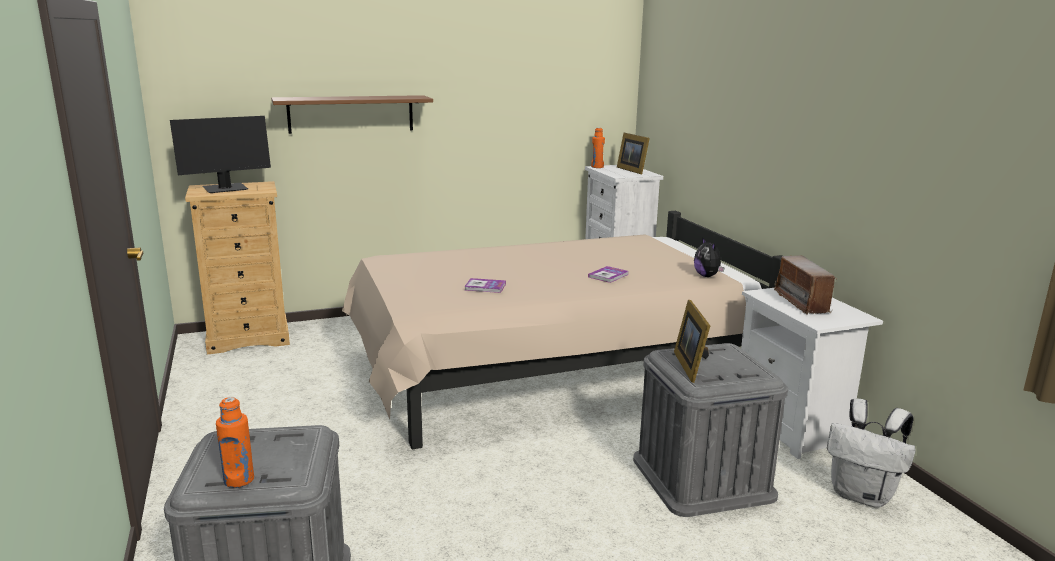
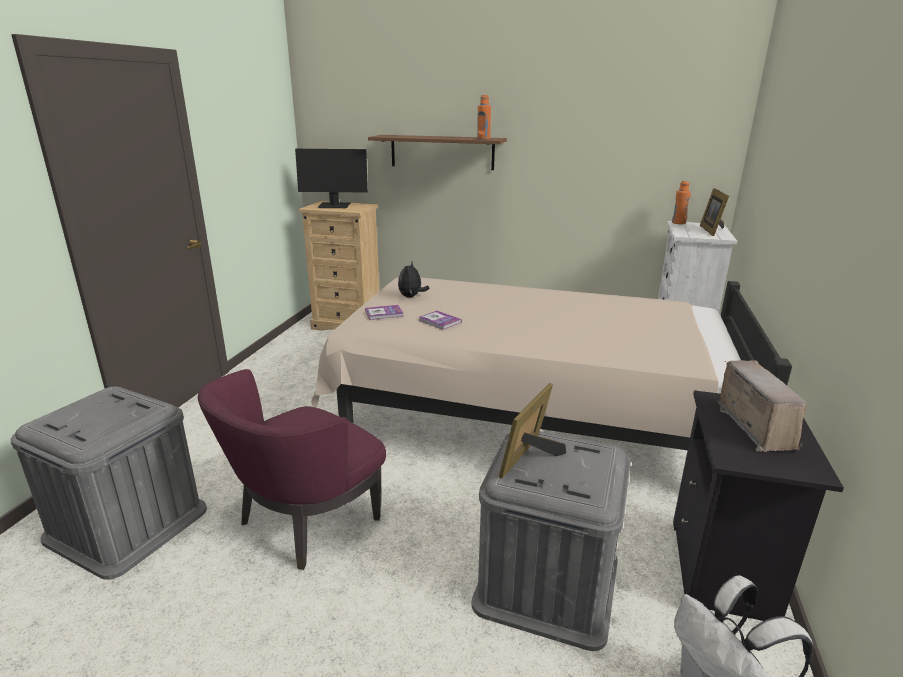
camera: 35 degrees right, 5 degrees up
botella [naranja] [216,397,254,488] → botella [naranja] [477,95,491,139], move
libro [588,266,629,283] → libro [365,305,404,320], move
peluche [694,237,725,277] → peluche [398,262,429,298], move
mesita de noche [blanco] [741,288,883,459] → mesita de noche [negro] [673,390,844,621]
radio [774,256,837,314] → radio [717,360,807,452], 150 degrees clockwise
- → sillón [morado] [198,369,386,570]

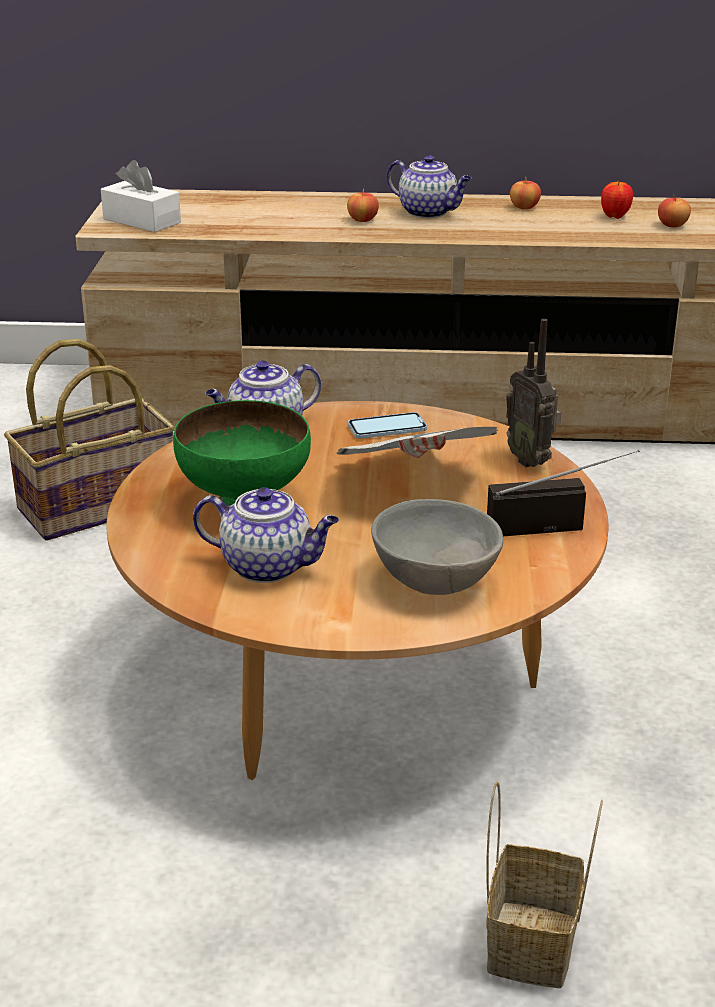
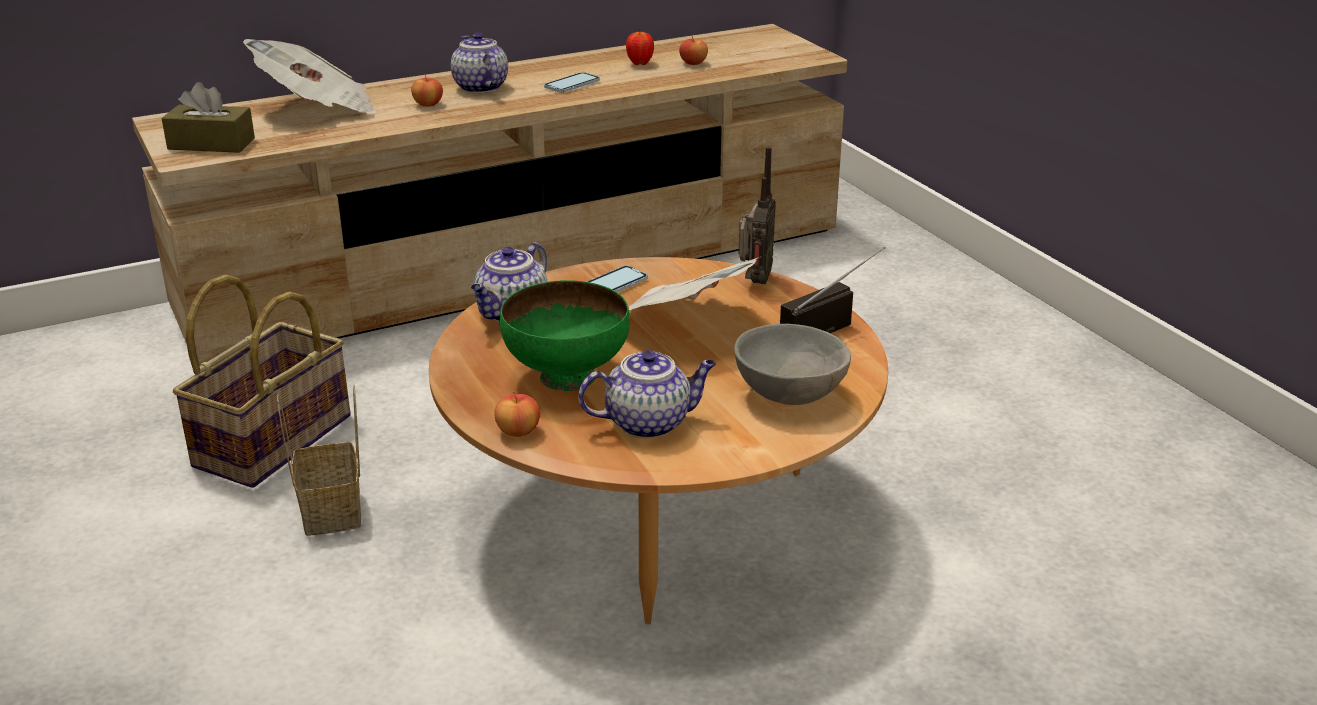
camera: 30 degrees left, 0 degrees up
caja de pañuelos [blanco] [101,160,181,232] → caja de pañuelos [marrón] [162,82,255,153]
tetera [387,155,472,218] → tetera [451,32,508,93], 120 degrees counterclockwise
cesta [486,781,603,988] → cesta [277,385,361,536], move
radio [506,319,561,467] → radio [739,147,776,284], 105 degrees counterclockwise
manzana [510,177,541,209] → manzana [494,392,540,437], move
- → periódico [243,39,377,114]
- → móvil [544,72,600,93]

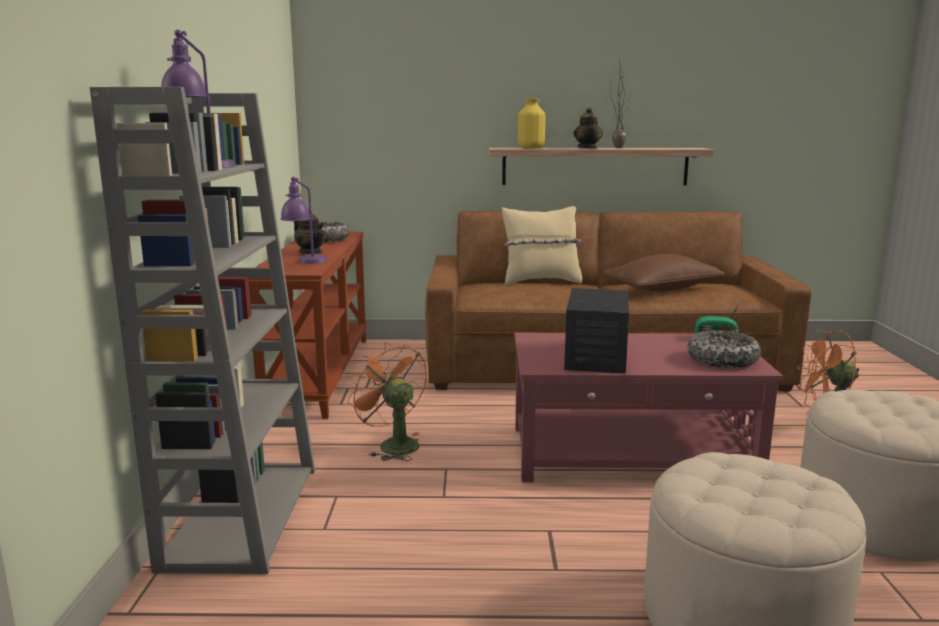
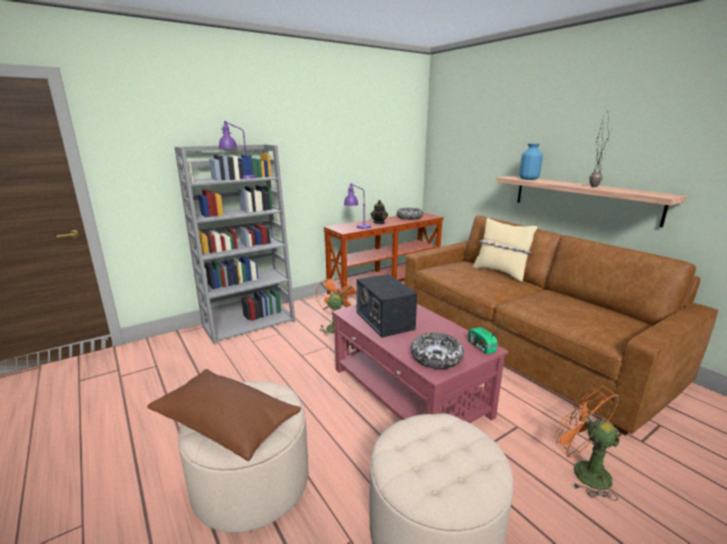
camera: 55 degrees right, 5 degrees up
florero [amarillo] [518,99,545,149] → florero [azul] [519,144,543,180]
radio [564,288,629,374] → radio [357,274,417,338], 90 degrees clockwise
tetera [573,107,603,149] → -
cojín [marrón] [602,254,725,292] → cojín [marrón] [147,369,301,461], move

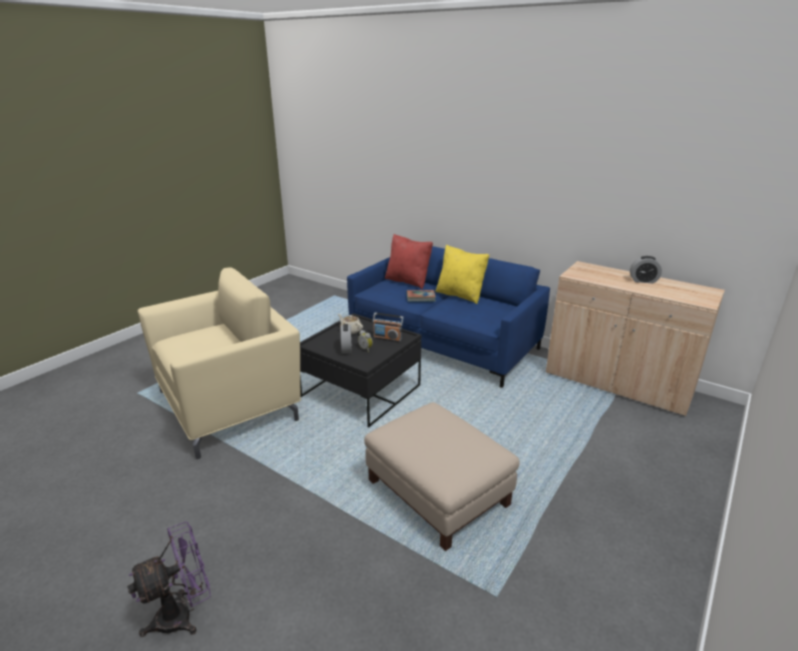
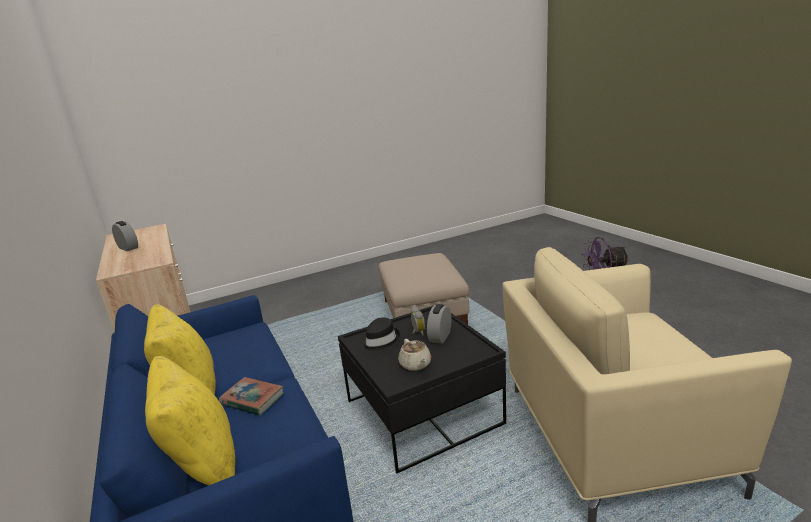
camera: 150 degrees left, 5 degrees down
radio [373,313,403,342] → sombrero [negro] [361,317,400,353]
cojín [rojo] [385,234,433,289] → cojín [amarillo] [145,356,235,486]

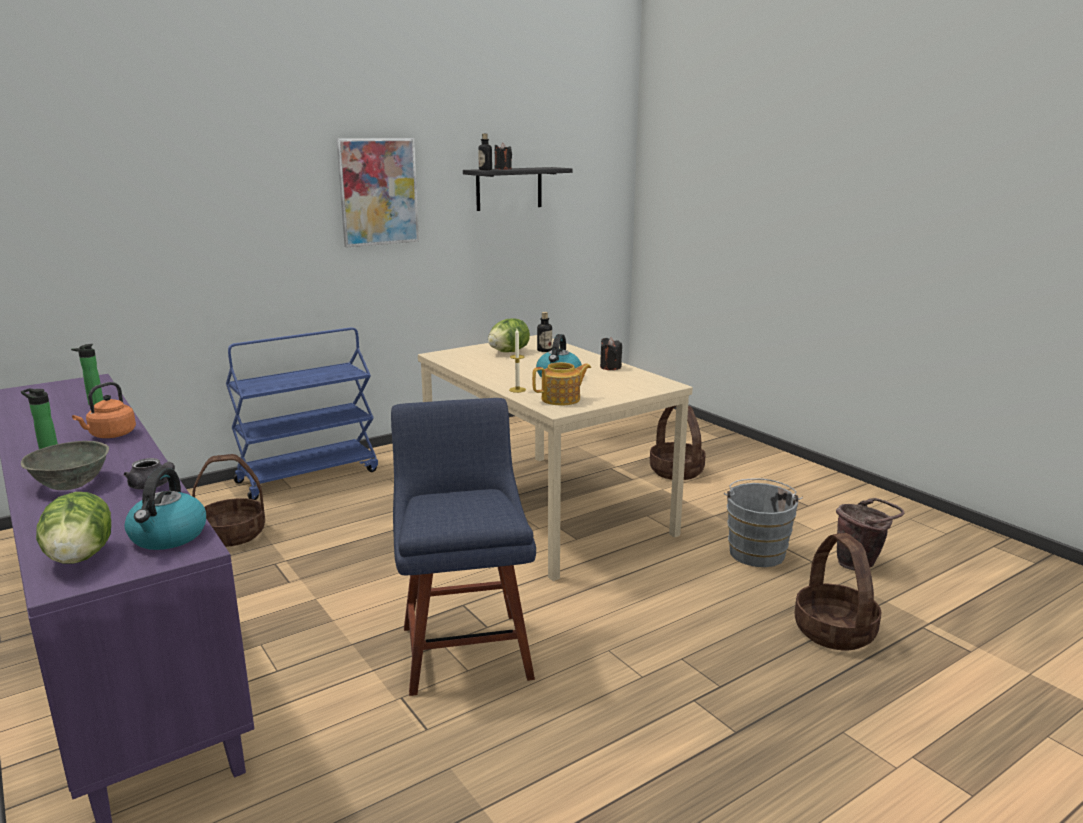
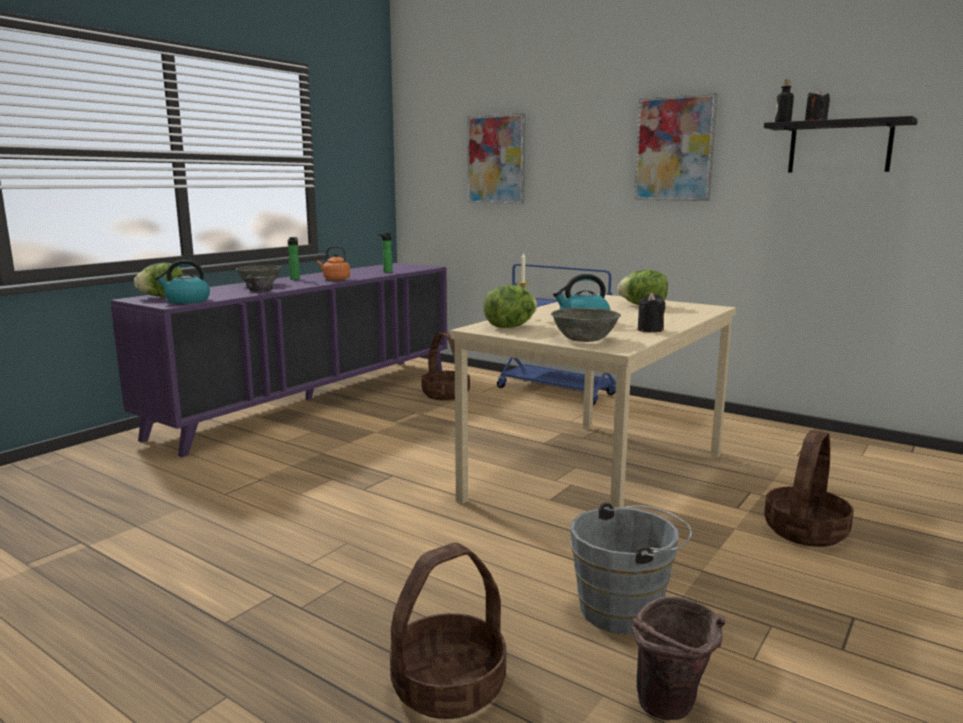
camera: 70 degrees right, 5 degrees down
silla [azul] [391,398,536,696] → -
tetera [532,362,591,406] → lechuga [483,285,537,328]
botella [537,312,552,352] → -
- → cuadro [467,113,525,204]
- → cuenco [gris] [551,308,621,342]

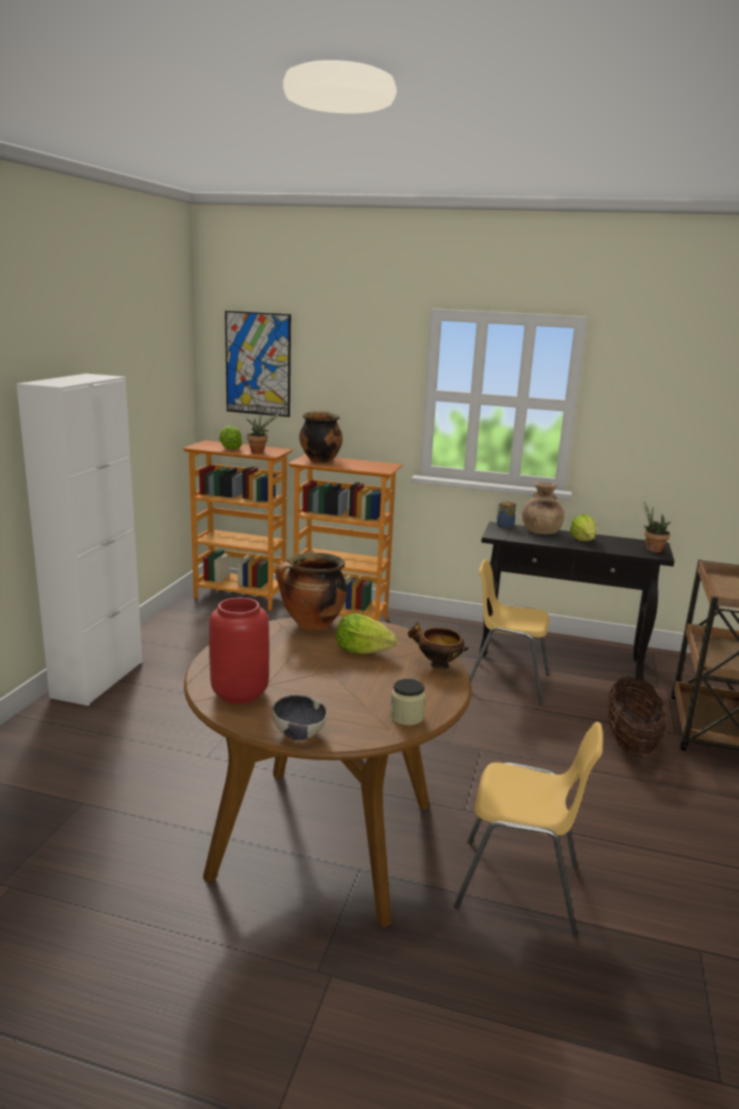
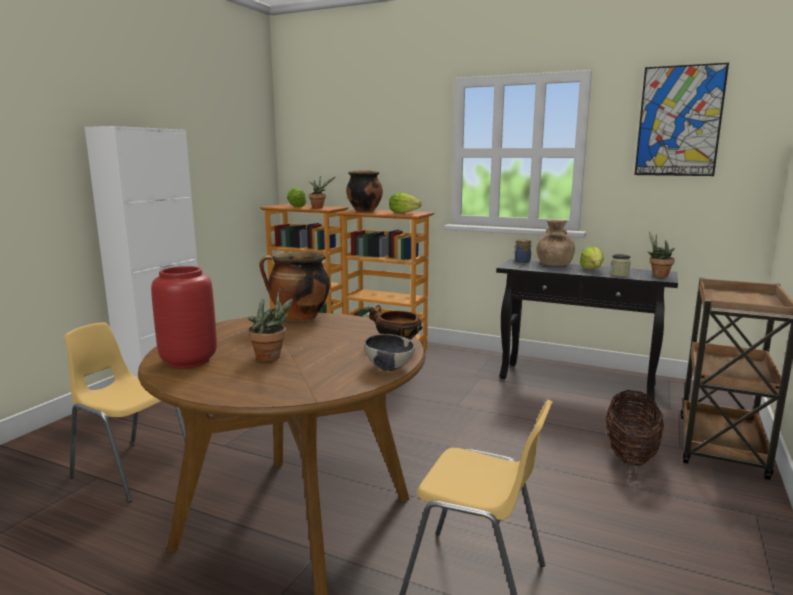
camera: 10 degrees right, 5 degrees down
cuadro [225,311,291,417] → cuadro [634,63,729,176], move
cuenco [272,695,328,740] → cuenco [364,334,415,371], move
lechuga [336,613,397,654] → lechuga [389,192,422,213], move
tarro [390,679,425,726] → tarro [610,254,631,277], move
silla [amarillo] [470,559,549,705] → silla [amarillo] [64,322,186,503], move
- → planta en maceta [248,291,293,362]

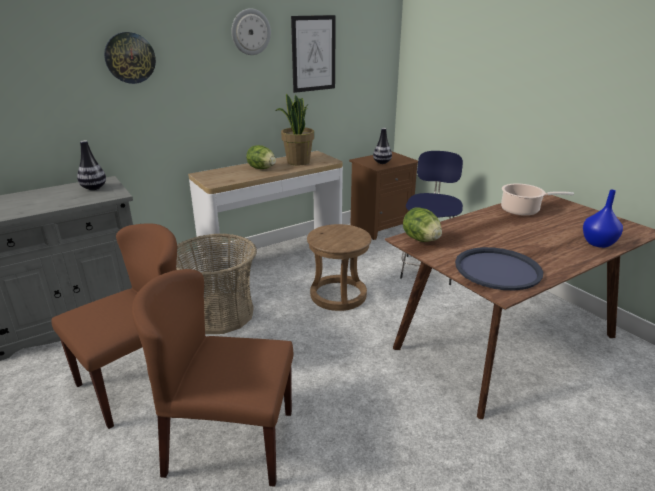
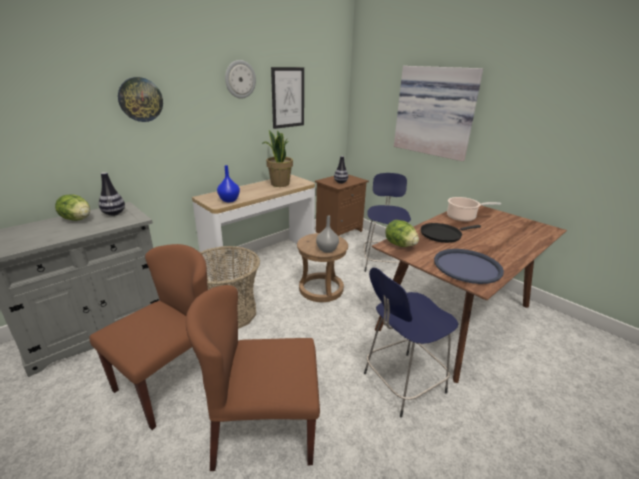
camera: 10 degrees left, 0 degrees up
lechuga [246,145,276,169] → lechuga [55,194,90,221], move
florero [azul] [583,190,623,248] → florero [azul] [217,165,240,202], move
- → florero [gris] [316,215,339,253]
- → taburete [azul] [364,267,459,418]
- → cuadro [394,66,483,161]
- → sartén [negro] [421,223,481,243]

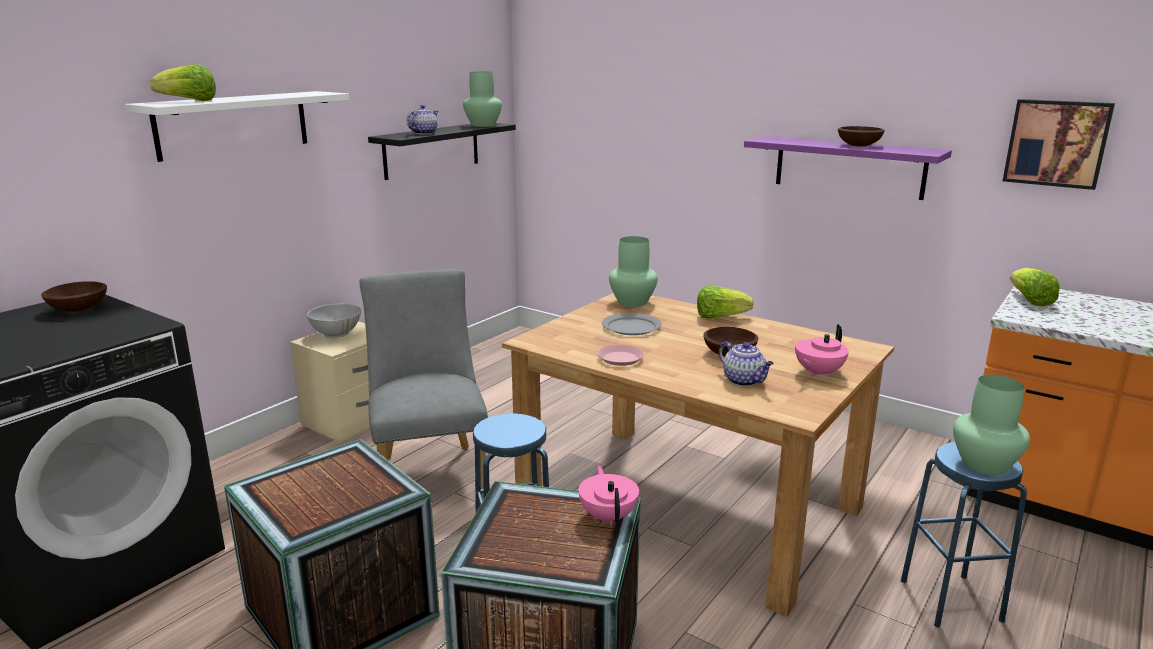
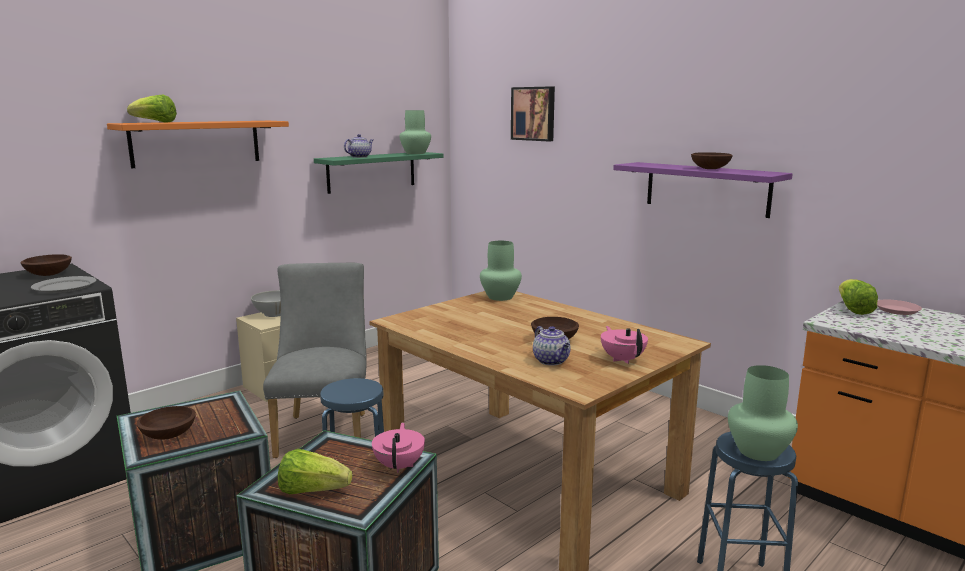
camera: 10 degrees right, 5 degrees down
estante [blanco] [125,91,349,162] → estante [naranja] [107,121,289,168]
estante [negro] [368,123,516,180] → estante [verde] [314,152,444,194]
plato [rosa] [597,345,644,366] → plato [rosa] [877,300,922,315], move
plato [gris] [602,313,662,335] → plato [gris] [31,276,96,293], move
lechuga [697,286,753,319] → lechuga [278,449,352,494], move
tetera [rosa] [795,324,849,377] → tetera [rosa] [601,326,648,364], 105 degrees clockwise
cuadro [1003,99,1115,190] → cuadro [511,86,555,141], move
- → cuenco [marrón] [136,406,196,440]

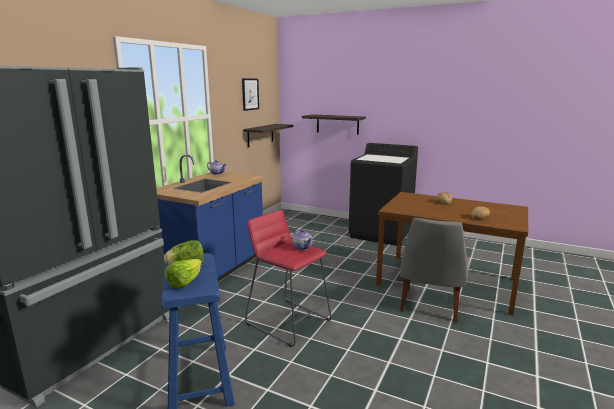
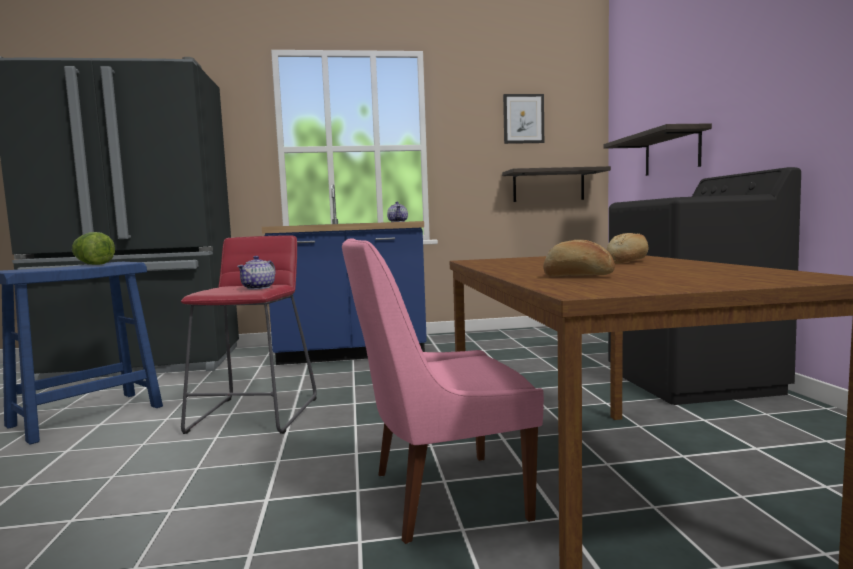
camera: 55 degrees right, 10 degrees down
lechuga [165,259,202,288] → -
silla [gris] [400,218,469,322] → silla [rosa] [342,238,544,544]

